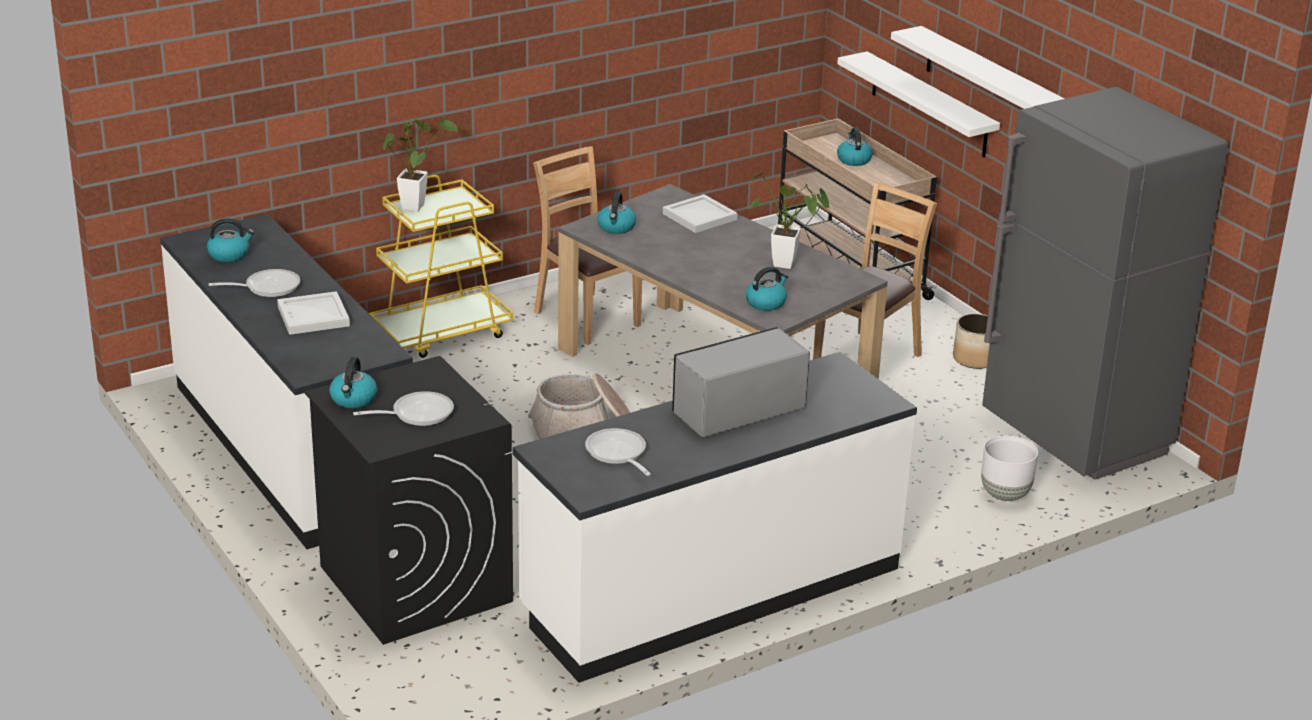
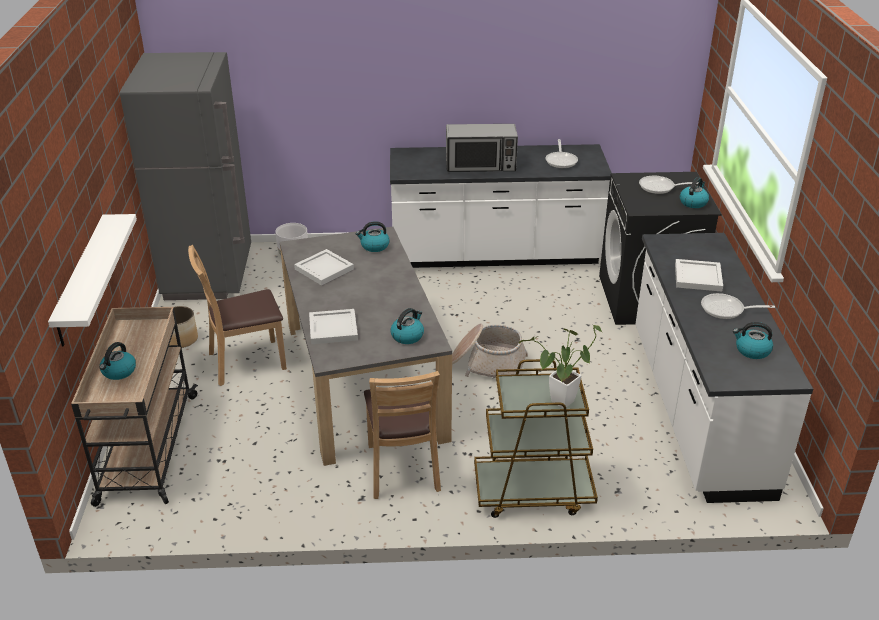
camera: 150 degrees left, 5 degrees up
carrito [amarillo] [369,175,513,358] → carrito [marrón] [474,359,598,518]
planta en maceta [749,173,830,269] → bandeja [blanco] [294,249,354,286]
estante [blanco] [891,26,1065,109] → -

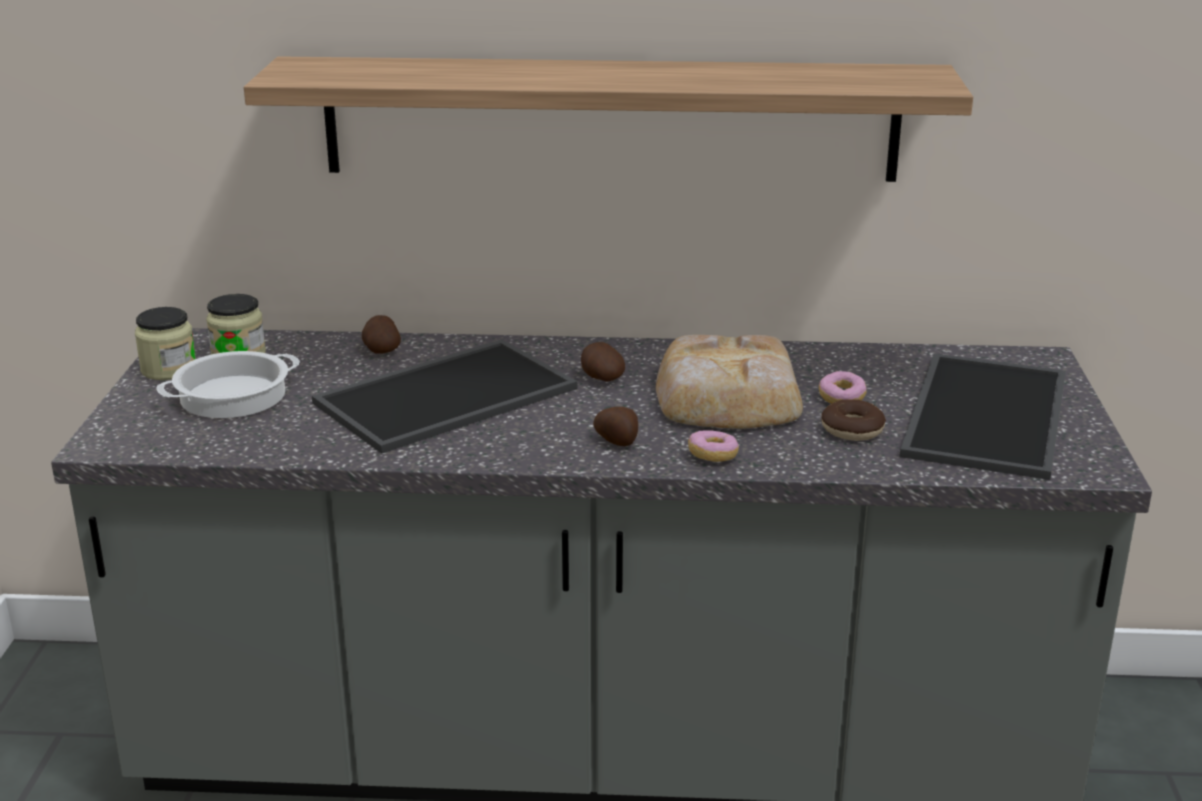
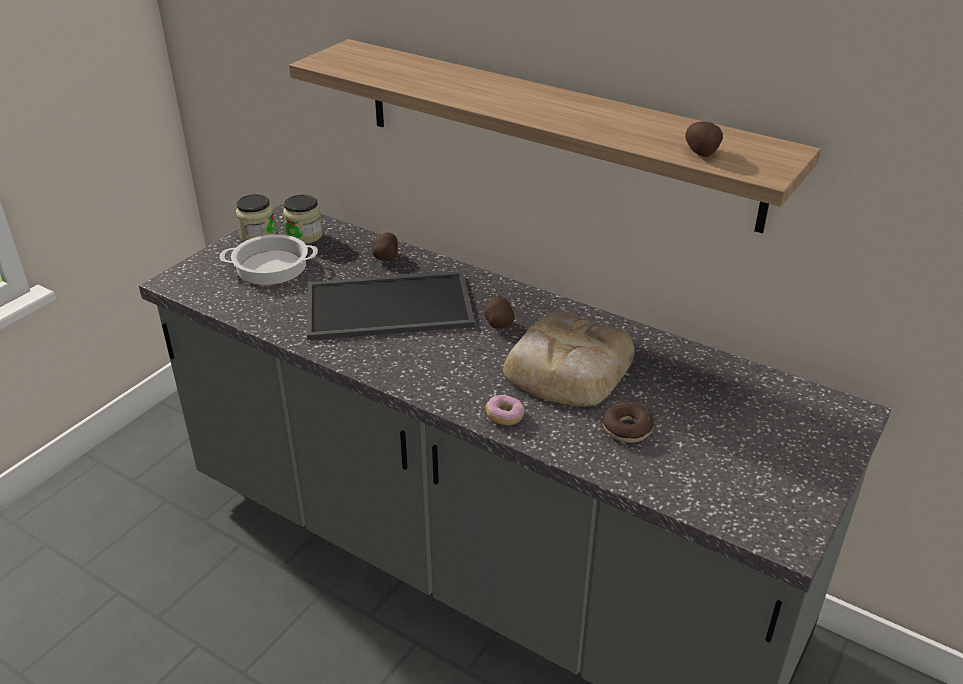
camera: 30 degrees right, 10 degrees up
patata [593,407,638,446] → patata [685,121,723,157], move
rosquilla [819,371,867,404] → -
bandeja [900,353,1066,480] → -

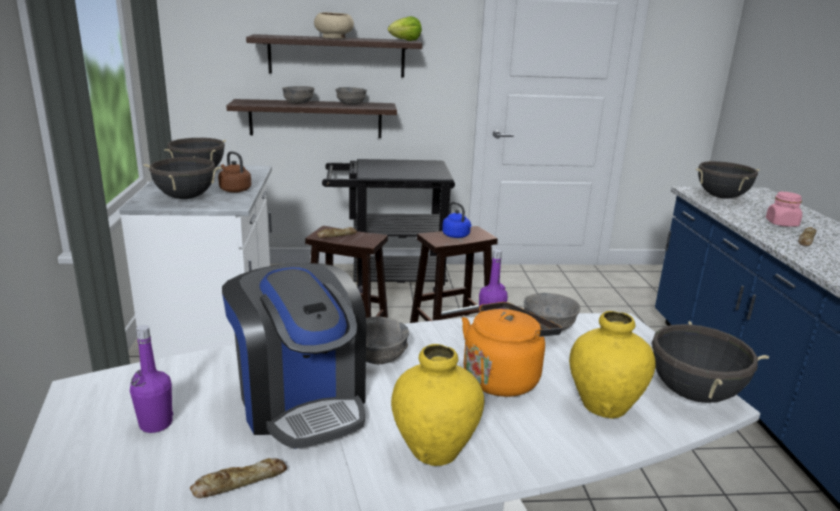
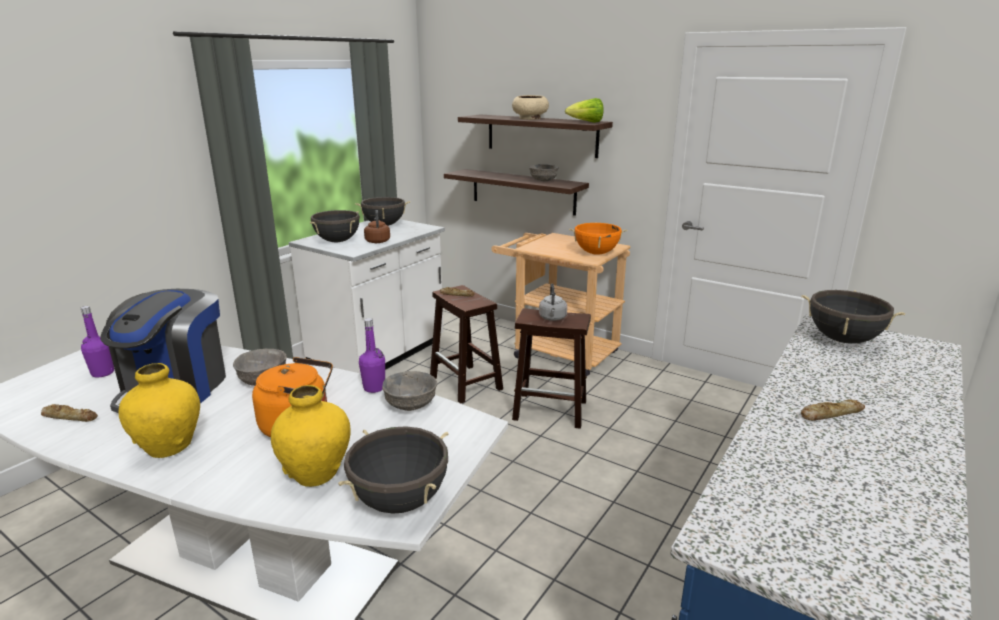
camera: 40 degrees right, 0 degrees up
cuenco [gris] [282,86,314,104] → -
carrito [negro] [322,159,455,293] → carrito [beis] [491,233,630,376]
hervidor [azul] [442,202,472,238] → hervidor [gris] [539,284,567,321]
tarro [rosa] [766,191,802,227] → -
- → olla [naranja] [569,223,627,255]

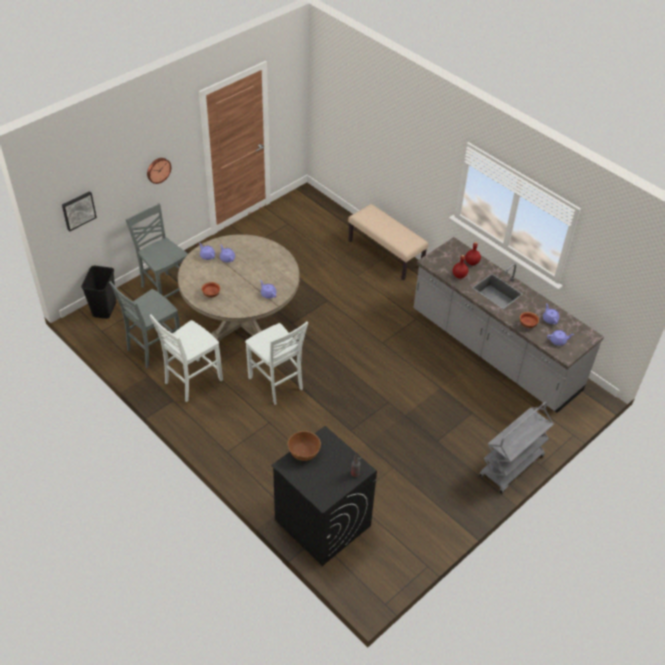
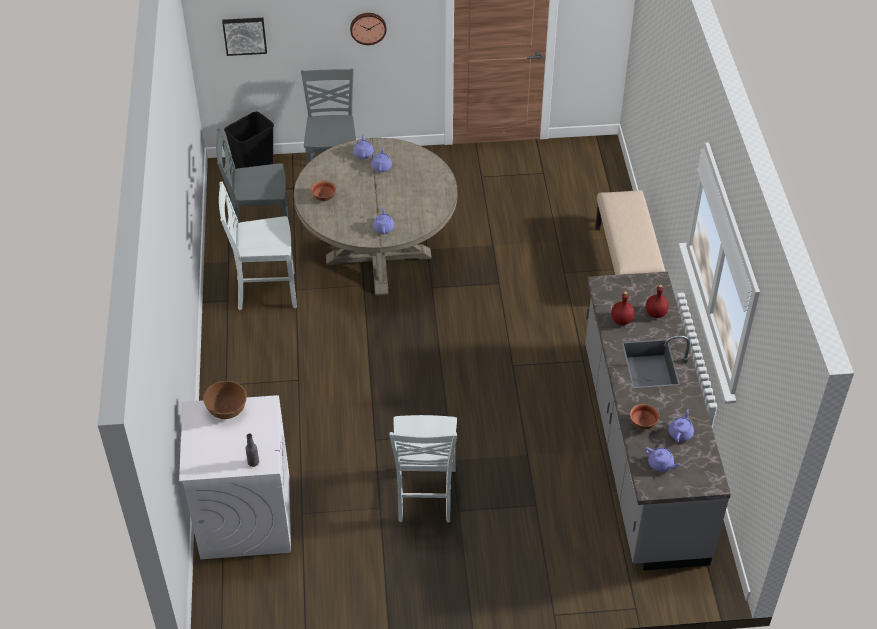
camera: 40 degrees right, 0 degrees up
silla [blanco] [245,321,308,405] → silla [blanco] [389,415,457,523], move
lavadora [negro] [271,426,377,566] → lavadora [blanco] [179,395,291,559]
carrito [gris] [479,401,554,493] → -

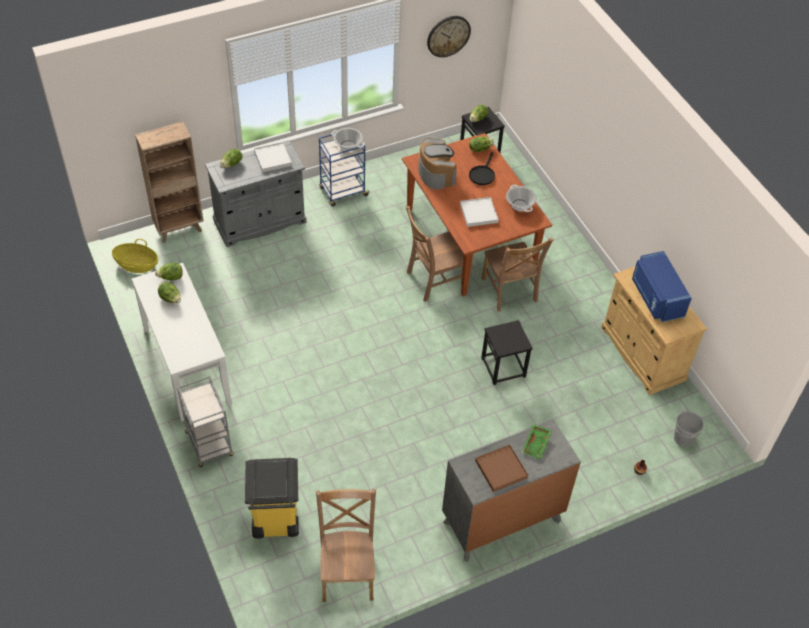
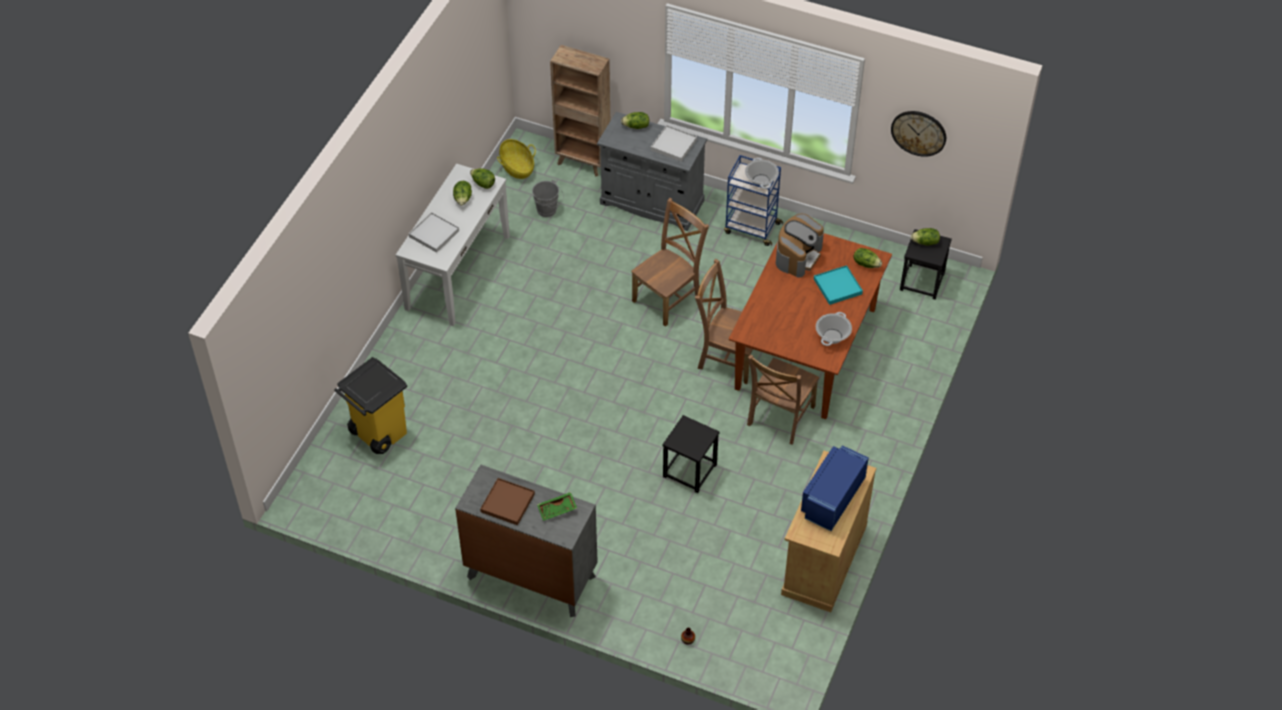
camera: 50 degrees right, 0 degrees up
carrito [gris] [177,376,234,467] → -
silla [marrón] [316,489,376,602] → silla [marrón] [631,198,709,327], move
bandeja [blanco] [460,197,499,227] → bandeja [blanco] [409,212,459,253], move
sartén [negro] [469,152,495,185] → bandeja [turquesa] [814,265,863,305]
cubo [gris] [674,409,707,447] → cubo [gris] [532,179,564,217], move

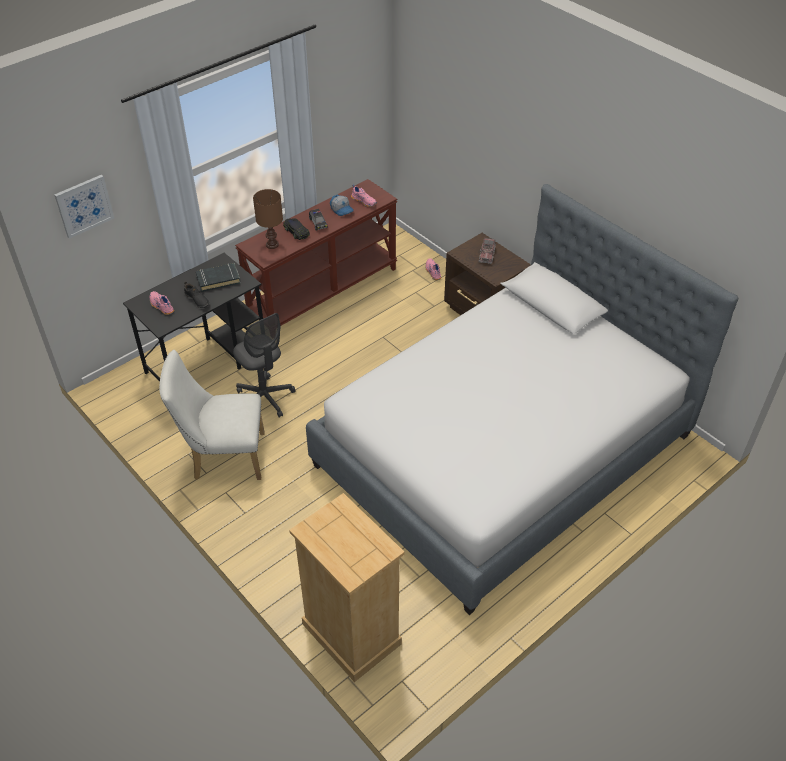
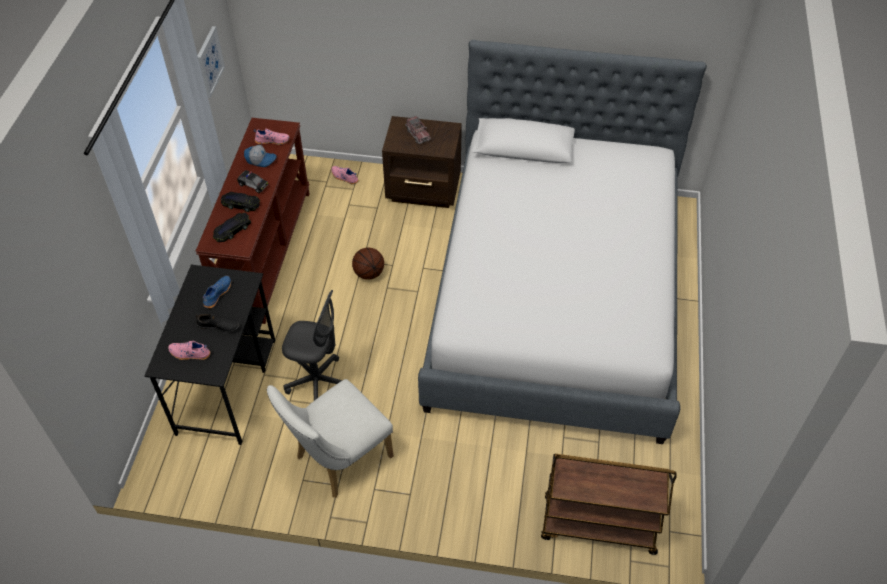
camera: 40 degrees left, 5 degrees up
cuadro [54,175,114,239] → cuadro [198,26,225,98], move
libro [negro] [196,263,241,292] → zapato [azul] [203,276,231,308]
lámpara de mesa [marrón] [253,189,283,249] → coche de juguete [negro] [213,213,251,242]
cómoda [beis] [289,493,405,682] → carrito [marrón] [541,454,677,555]
- → balón de baloncesto [352,248,384,280]

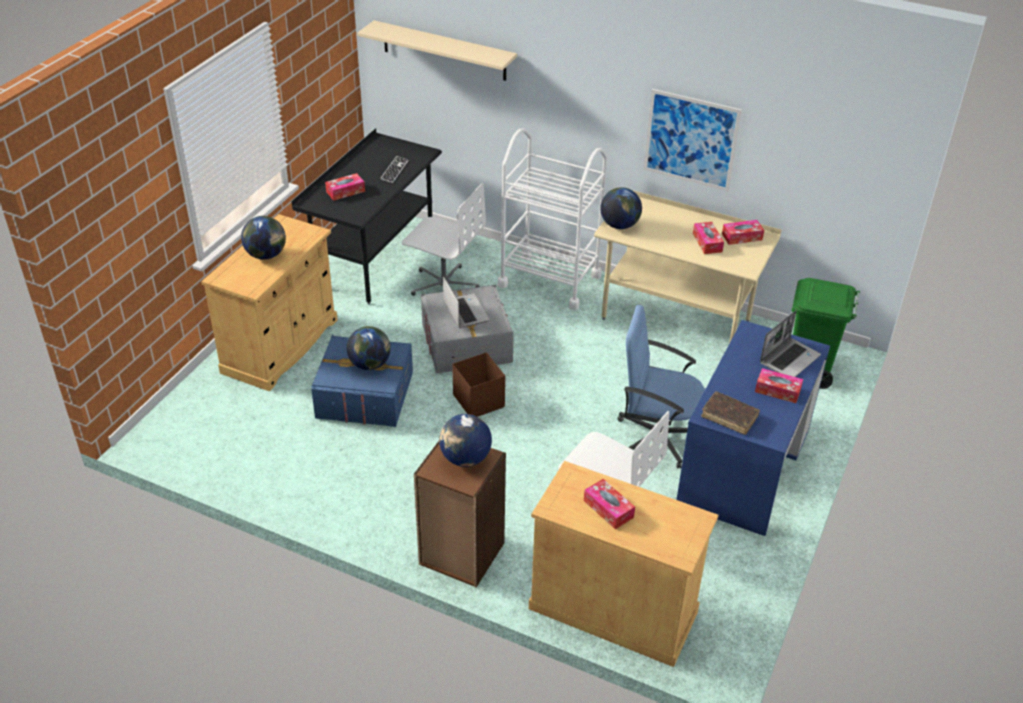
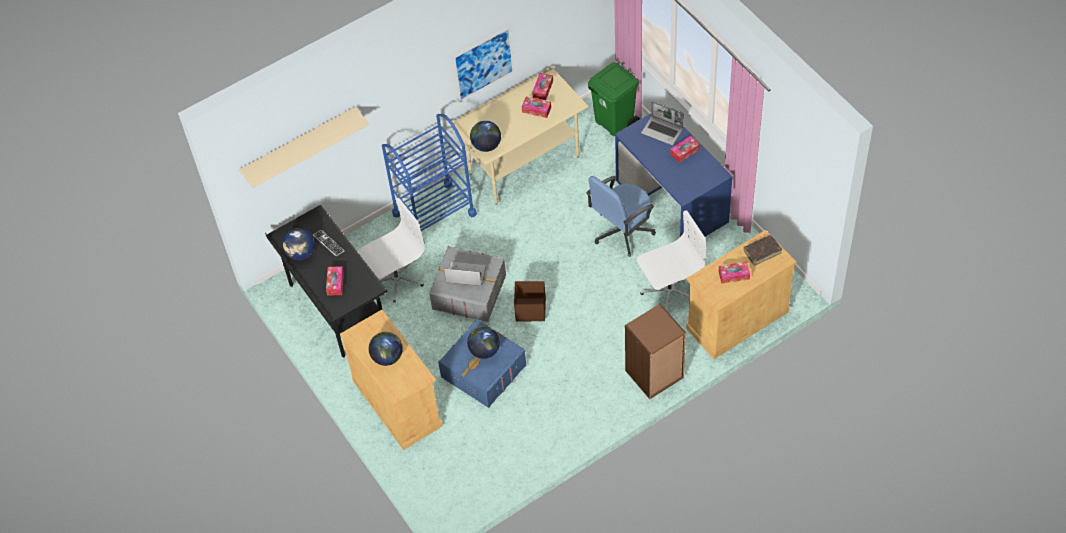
camera: 55 degrees left, 15 degrees up
globo terráqueo [439,414,492,467] → globo terráqueo [283,228,315,260], move
carrito [blanco] [497,129,607,310] → carrito [azul] [382,114,477,244]
libro [marrón] [701,391,760,435] → libro [marrón] [743,235,782,266], move
portátil [760,311,821,377] → portátil [641,101,684,145], 135 degrees clockwise

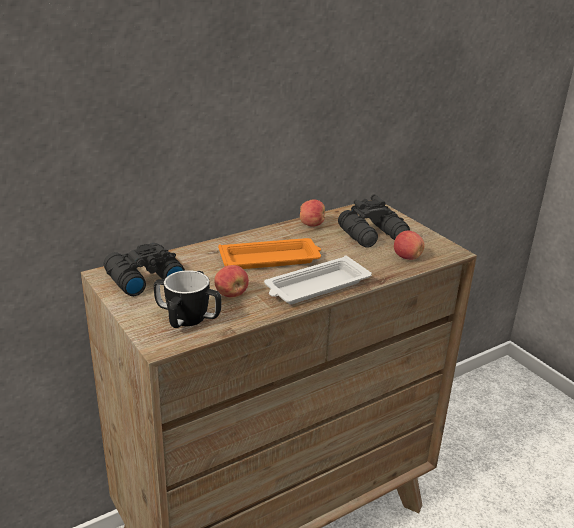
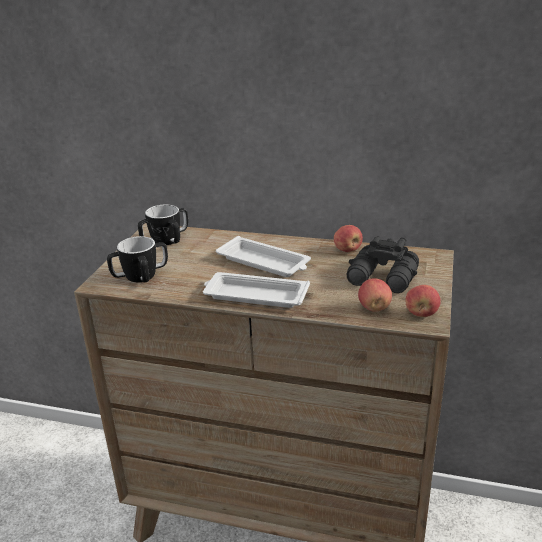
camera: 50 degrees right, 0 degrees up
prismáticos [negro] [104,243,185,296] → taza grande [138,204,188,245]
manzana [214,265,249,297] → manzana [405,285,441,317], move
bandeja [naranja] [218,238,321,269] → bandeja [blanco] [216,236,311,277]

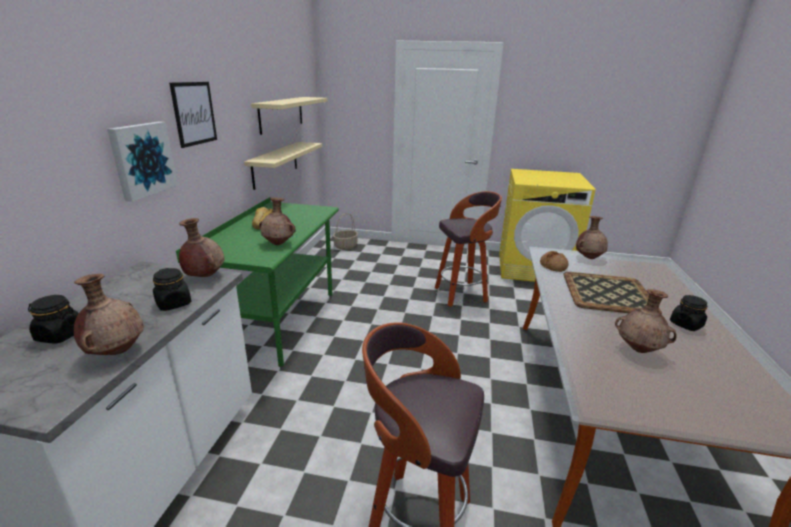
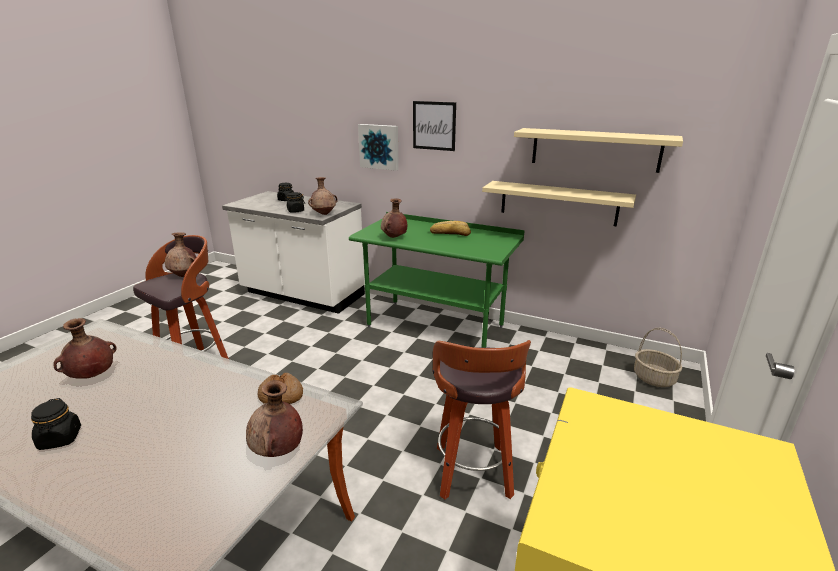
camera: 105 degrees right, 0 degrees up
florero [marrón] [74,274,144,355] → florero [marrón] [165,232,196,277], move
bandeja [563,272,662,315] → -

